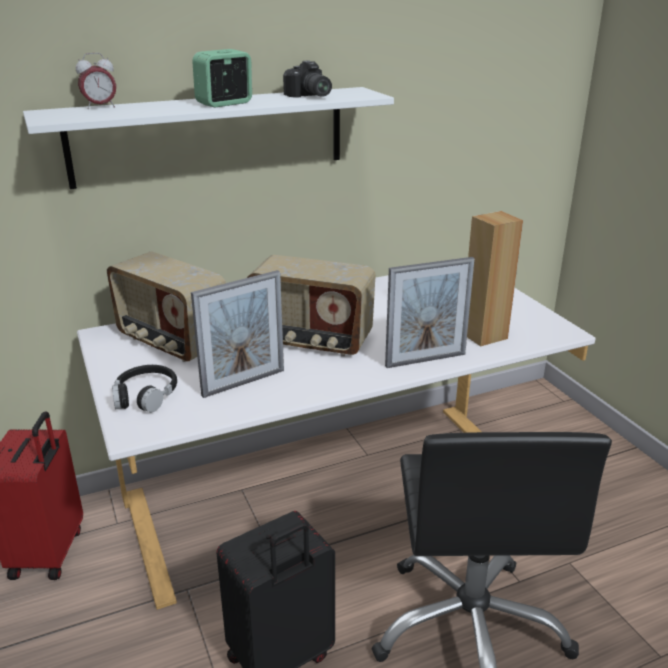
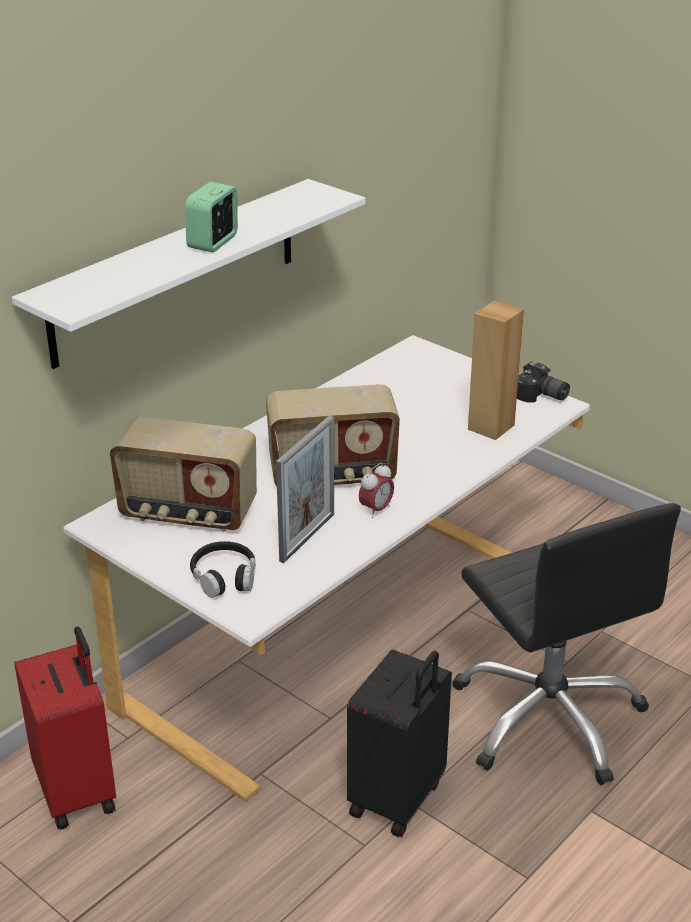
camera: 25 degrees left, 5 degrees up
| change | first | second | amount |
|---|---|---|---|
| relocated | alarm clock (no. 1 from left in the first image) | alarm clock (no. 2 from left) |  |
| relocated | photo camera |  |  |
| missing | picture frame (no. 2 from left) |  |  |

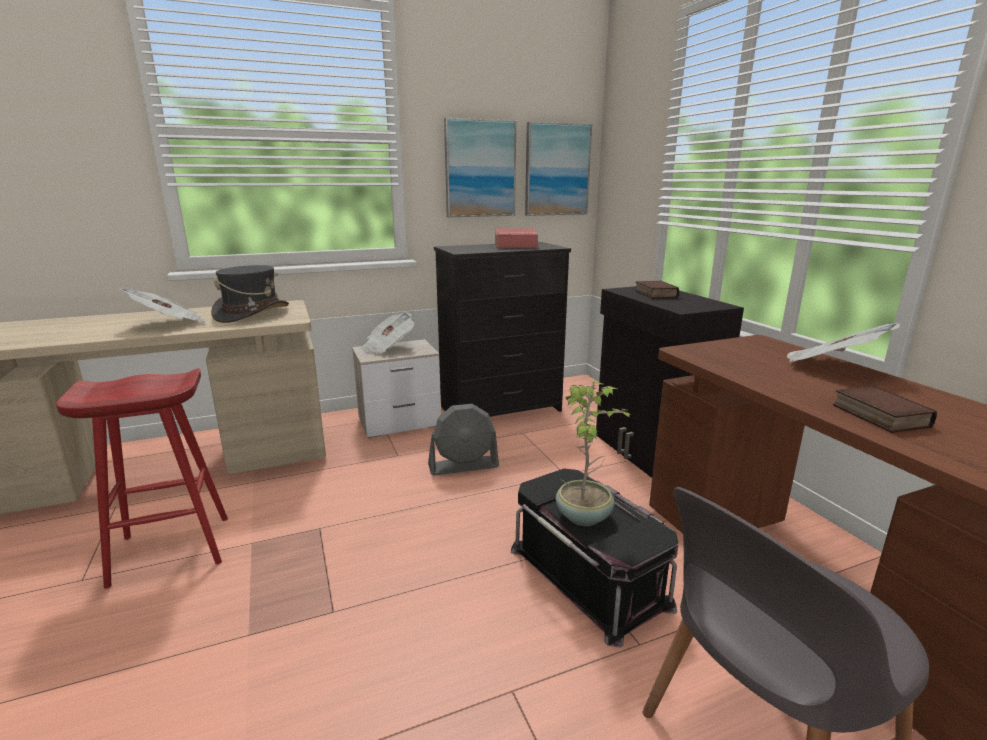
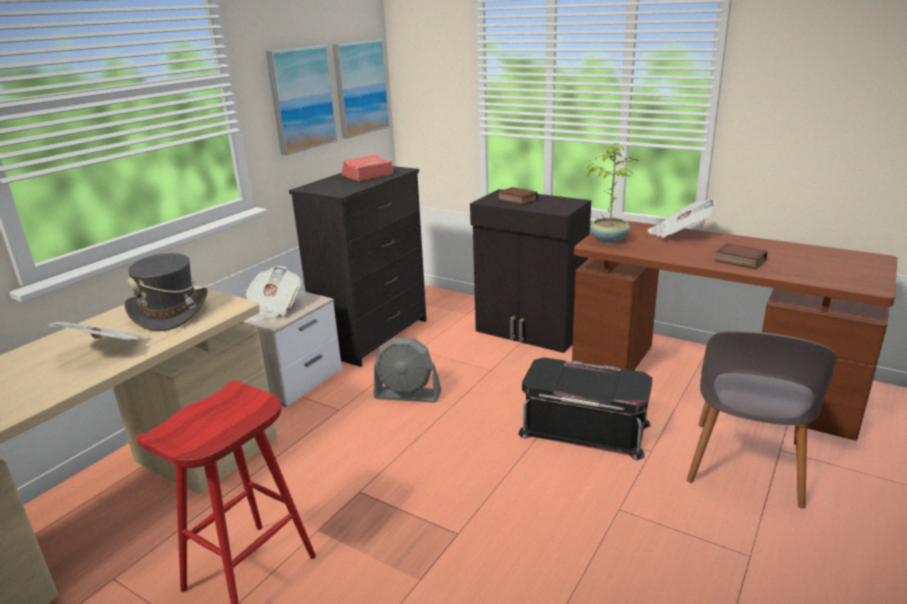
camera: 35 degrees left, 5 degrees up
| change | first | second | amount |
|---|---|---|---|
| spun | grey fan |  | 60 degrees clockwise |
| relocated | potted plant |  |  |

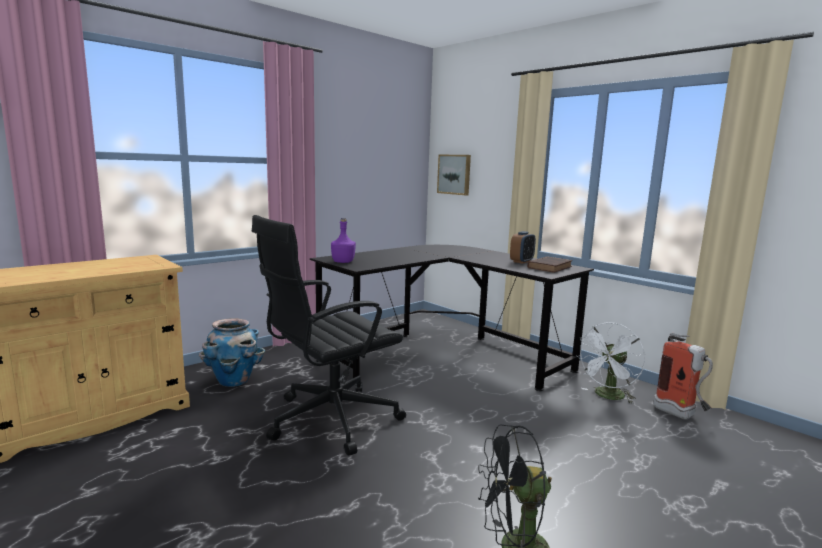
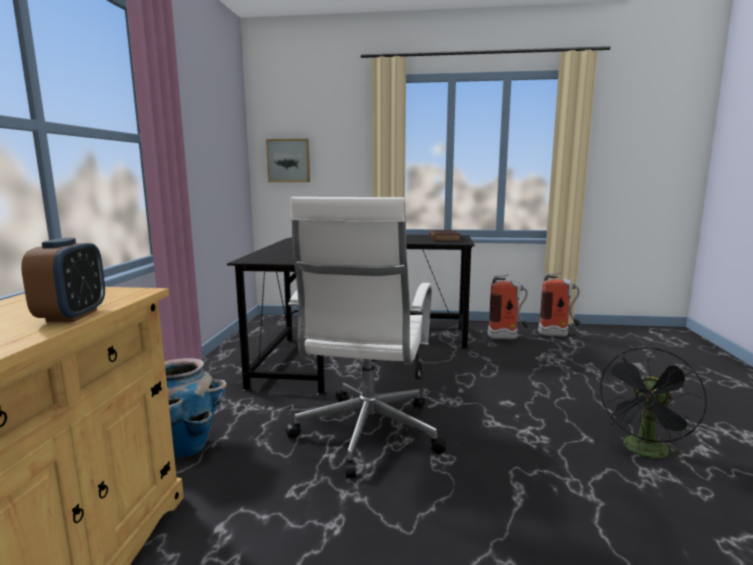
camera: 40 degrees left, 0 degrees up
| change | first | second | amount |
|---|---|---|---|
| relocated | alarm clock |  |  |
| colour | black office chair | white office chair |  |
| exchanged | white fan | fire extinguisher (no. 1 from left) |  |
| missing | purple bottle |  |  |

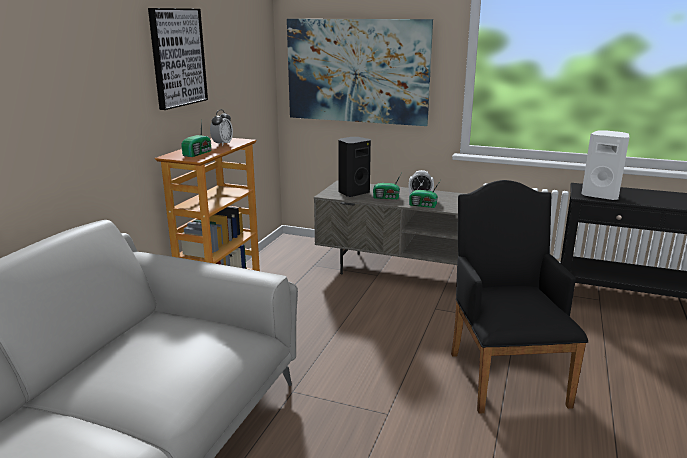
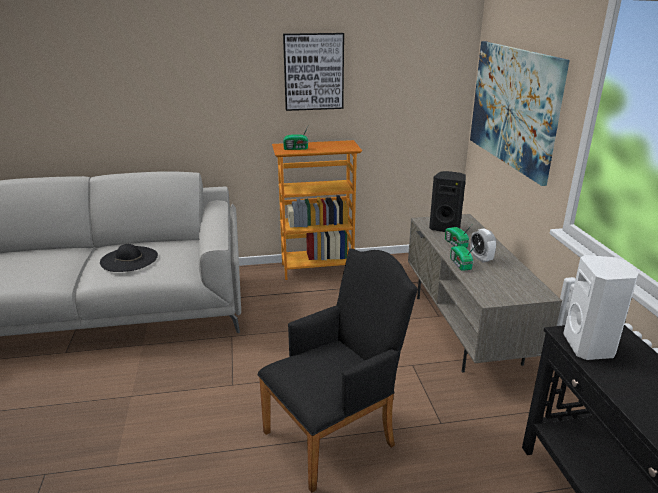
camera: 60 degrees right, 5 degrees up
| change | first | second | amount |
|---|---|---|---|
| appeared |  | black hat |  |
| missing | alarm clock (no. 1 from left) |  |  |

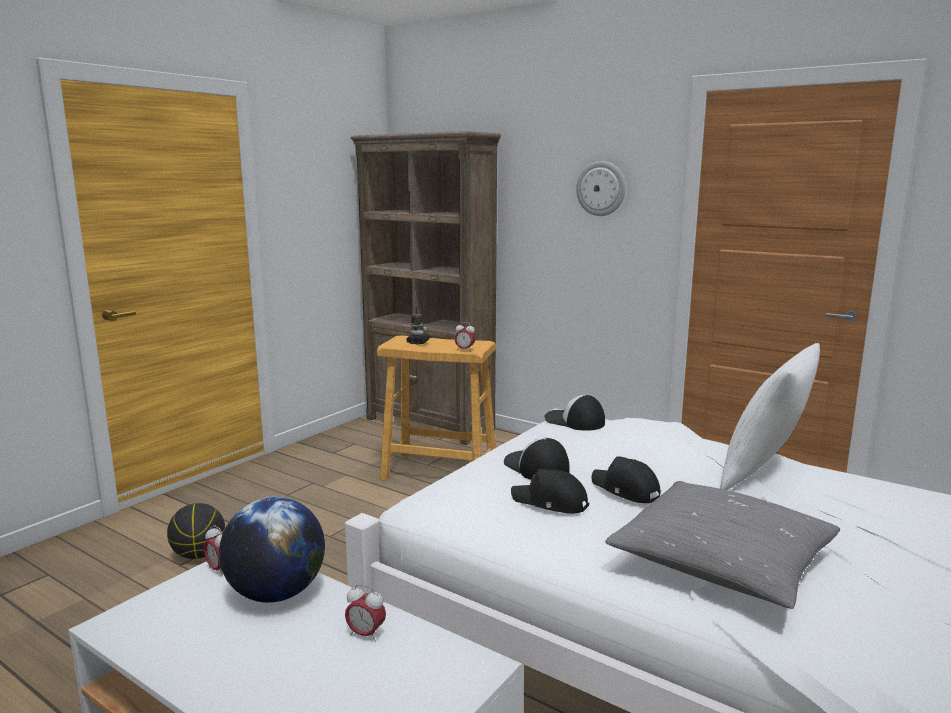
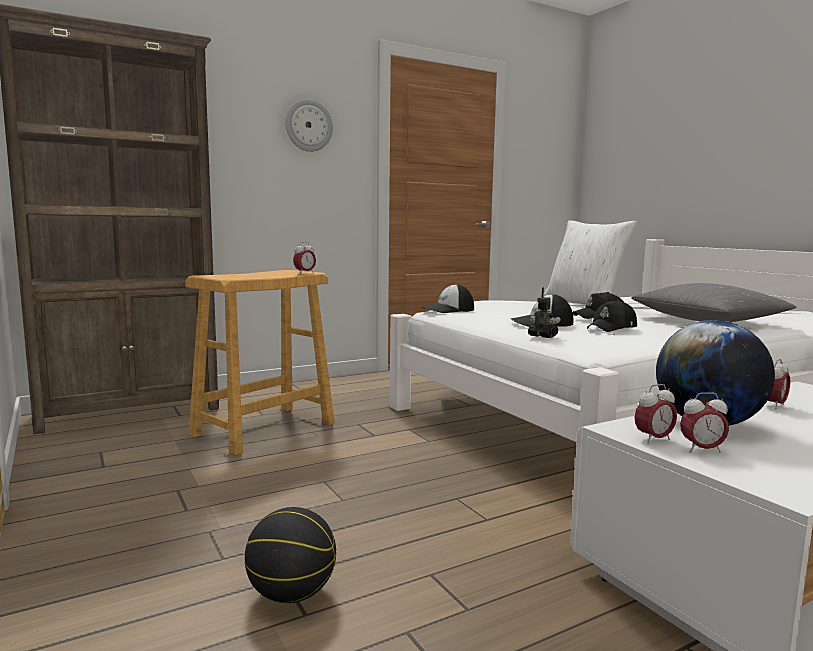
camera: 65 degrees left, 5 degrees down
| change | first | second | amount |
|---|---|---|---|
| relocated | toy robot |  |  |
| appeared |  | alarm clock (no. 3 from left) |  |

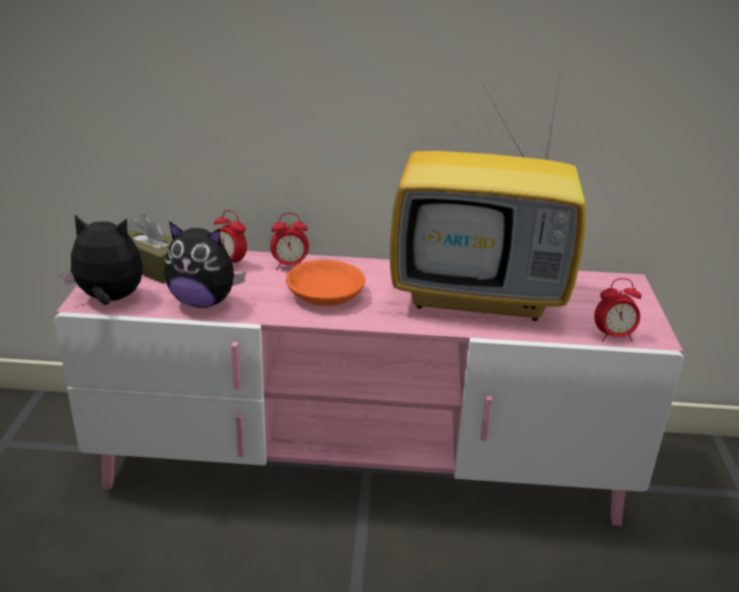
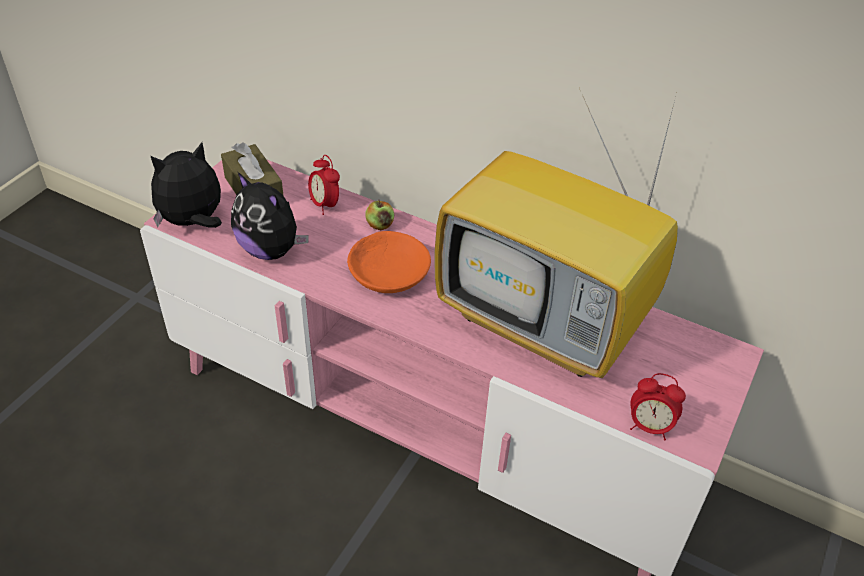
camera: 25 degrees right, 15 degrees up
| change | first | second | amount |
|---|---|---|---|
| spun | plush toy (no. 1 from left) |  | 60 degrees counterclockwise |
| exchanged | alarm clock (no. 2 from left) | apple |  |

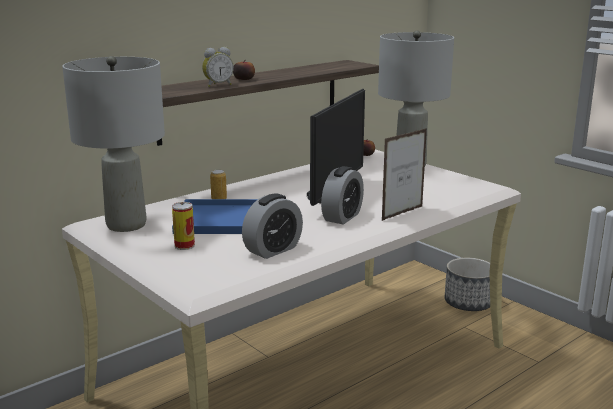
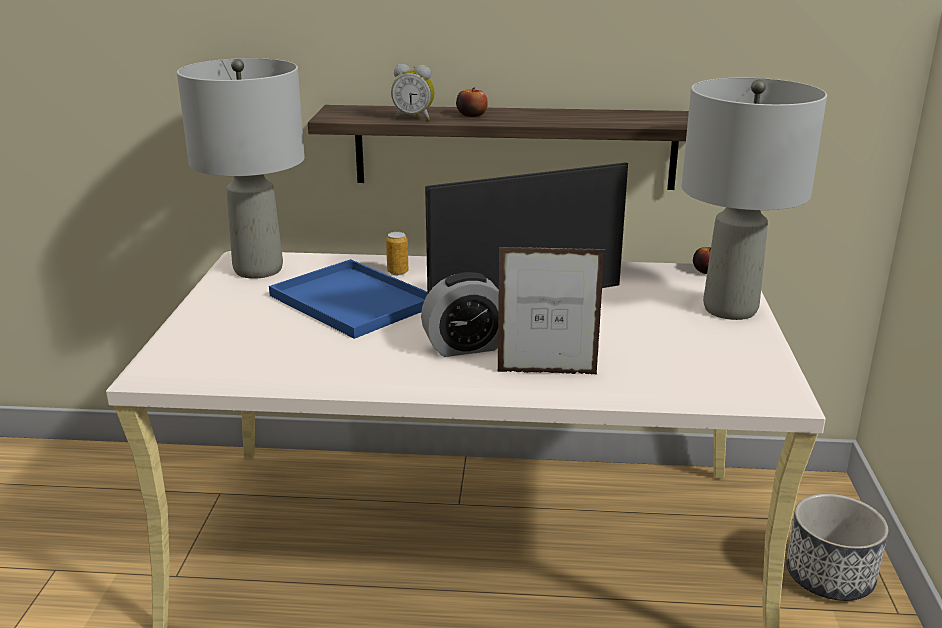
camera: 45 degrees right, 5 degrees up
| change | first | second | amount |
|---|---|---|---|
| missing | can (no. 1 from left) |  |  |
| missing | alarm clock (no. 2 from left) |  |  |

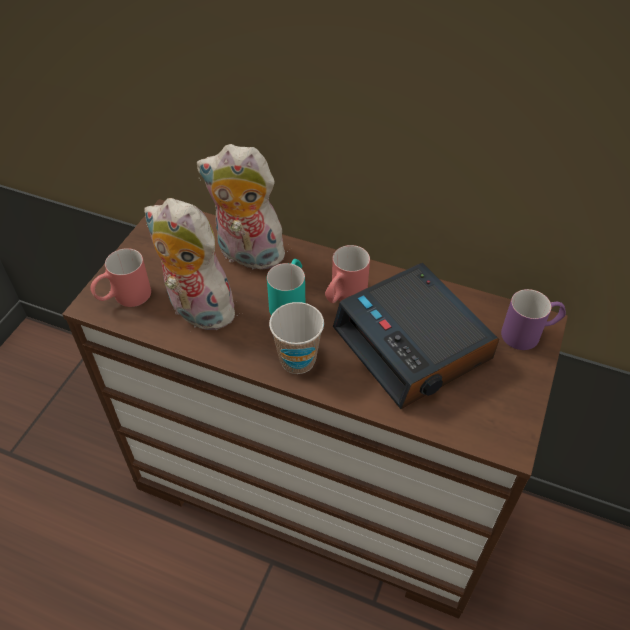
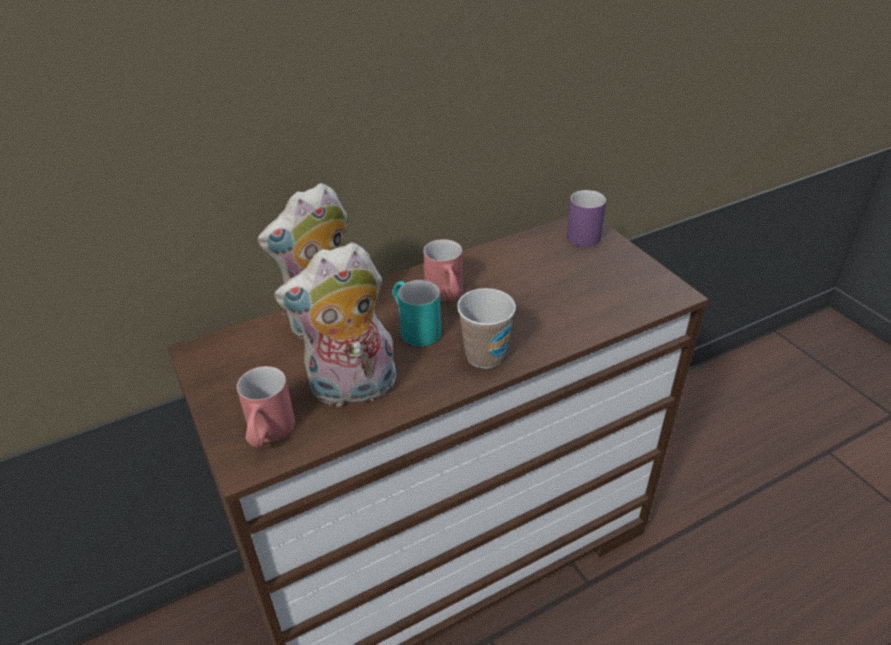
camera: 50 degrees left, 10 degrees down
| change | first | second | amount |
|---|---|---|---|
| missing | alarm clock |  |  |

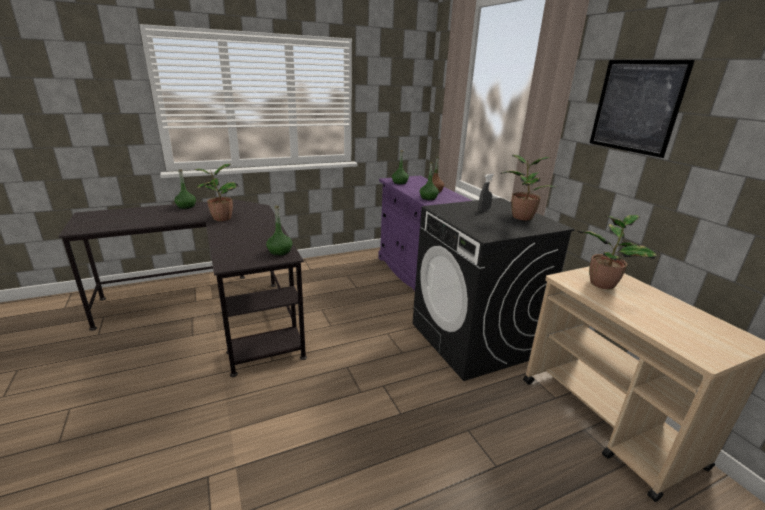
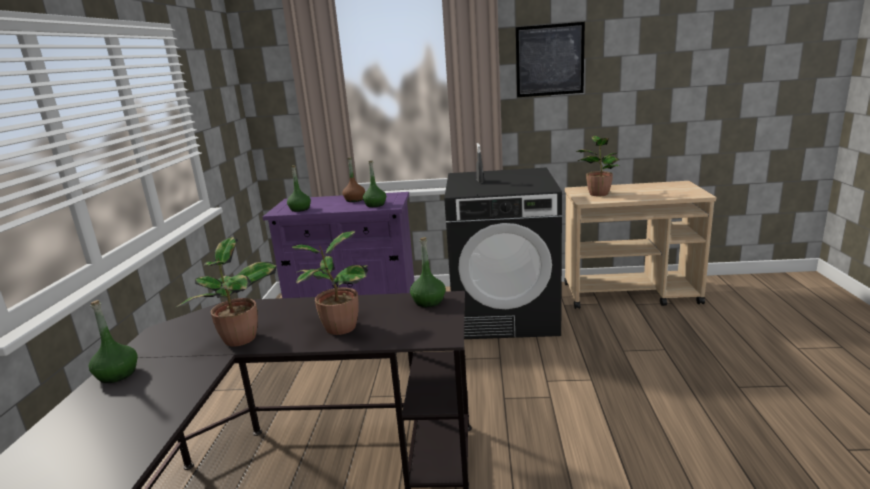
camera: 60 degrees left, 5 degrees down
| change | first | second | amount |
|---|---|---|---|
| relocated | potted plant (no. 2 from left) |  |  |

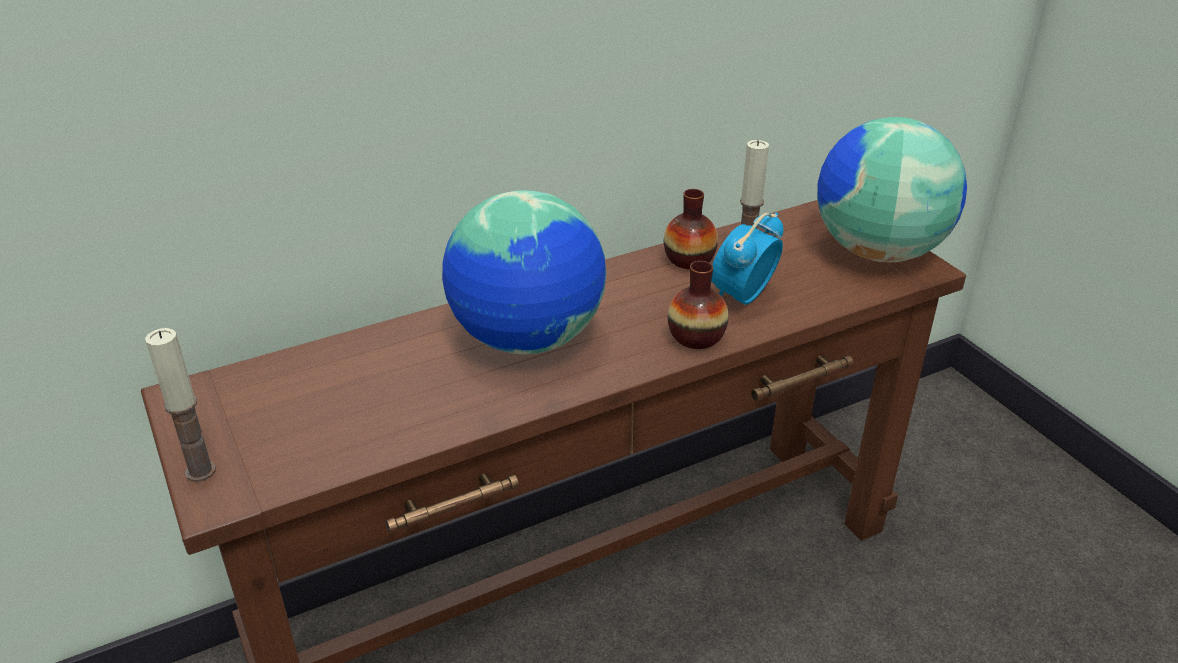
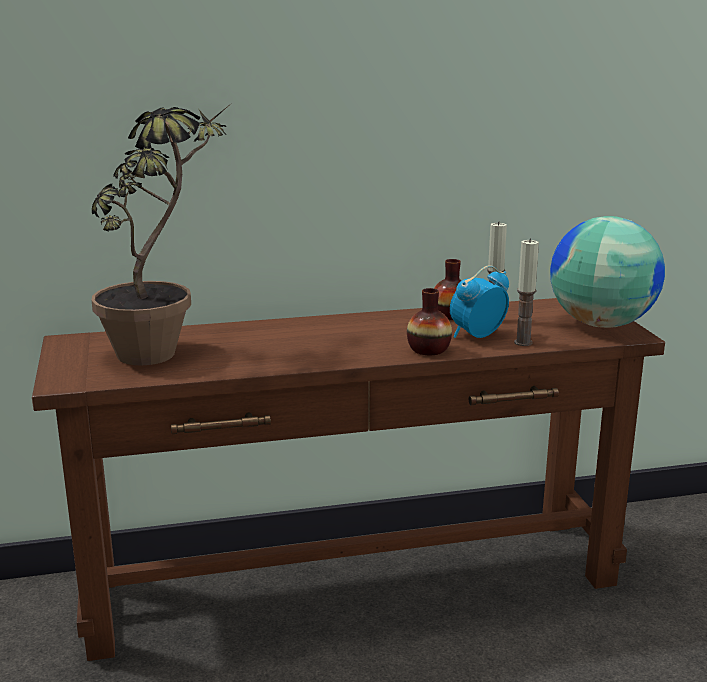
camera: 15 degrees right, 15 degrees down
| change | first | second | amount |
|---|---|---|---|
| appeared |  | potted plant |  |
| relocated | candle (no. 1 from left in the first image) | candle (no. 2 from left) |  |
| missing | globe (no. 1 from left) |  |  |

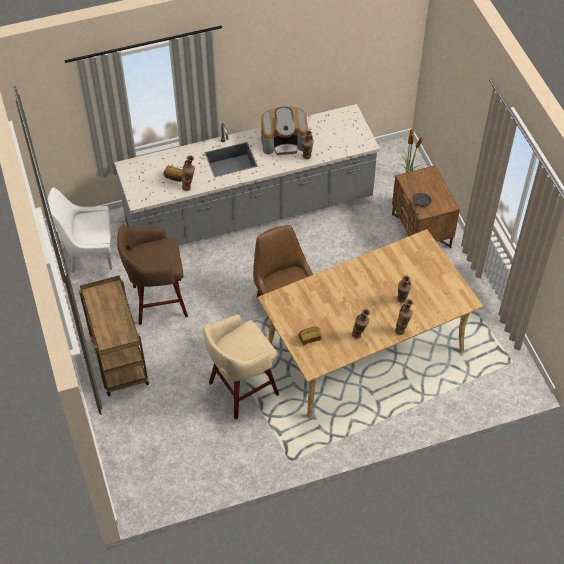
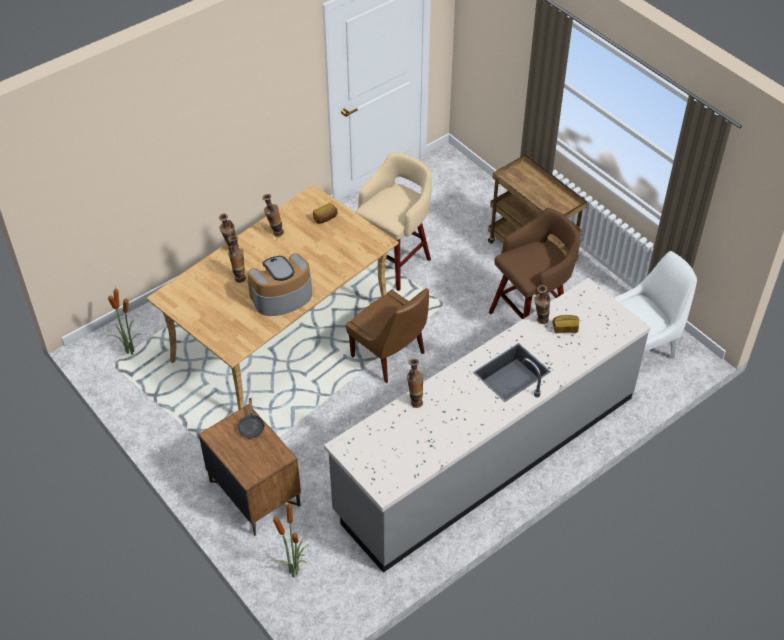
camera: 160 degrees right, 5 degrees down
| change | first | second | amount |
|---|---|---|---|
| appeared |  | potted plant (no. 1 from left) |  |
| relocated | coffee machine |  |  |

